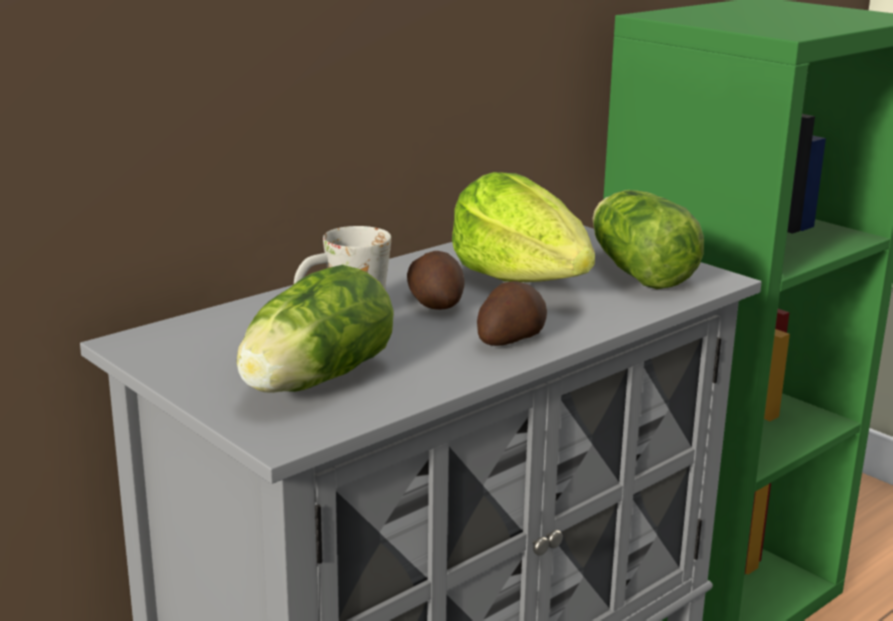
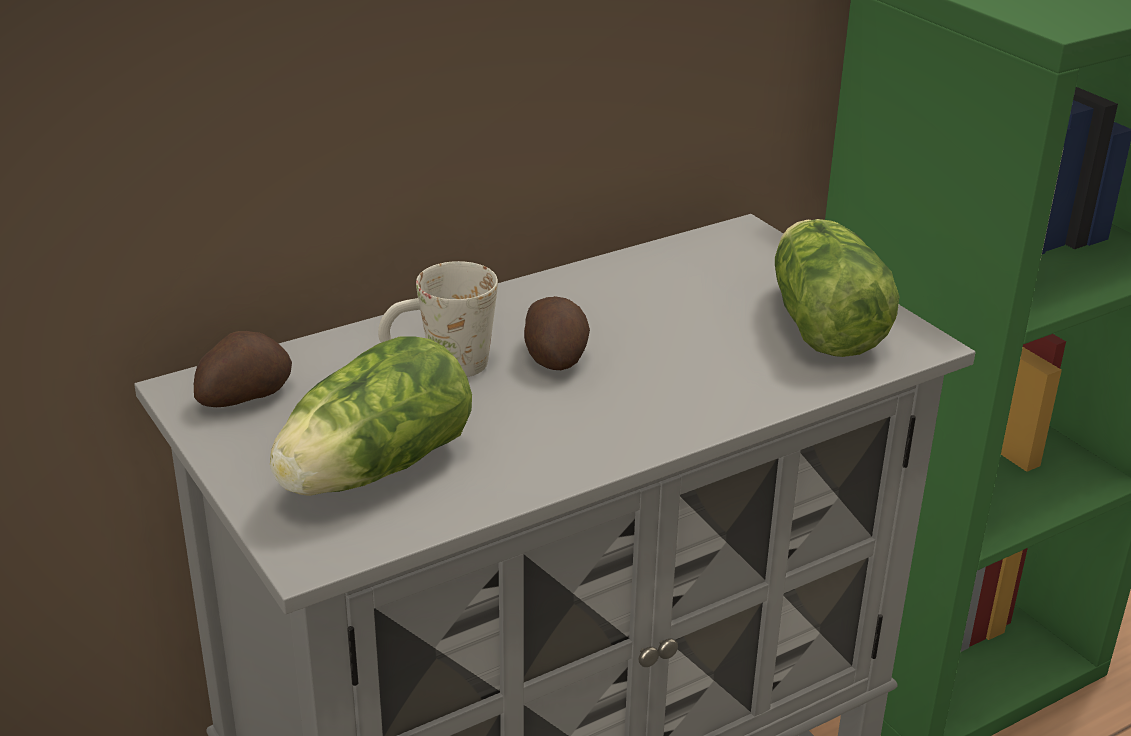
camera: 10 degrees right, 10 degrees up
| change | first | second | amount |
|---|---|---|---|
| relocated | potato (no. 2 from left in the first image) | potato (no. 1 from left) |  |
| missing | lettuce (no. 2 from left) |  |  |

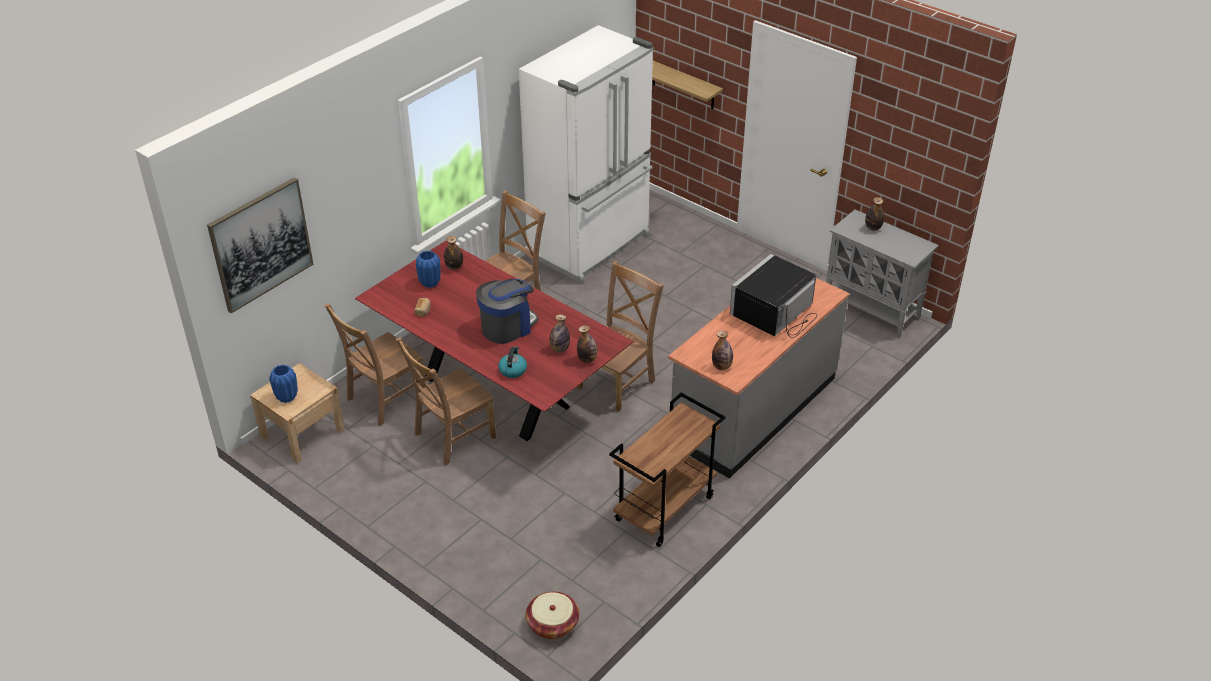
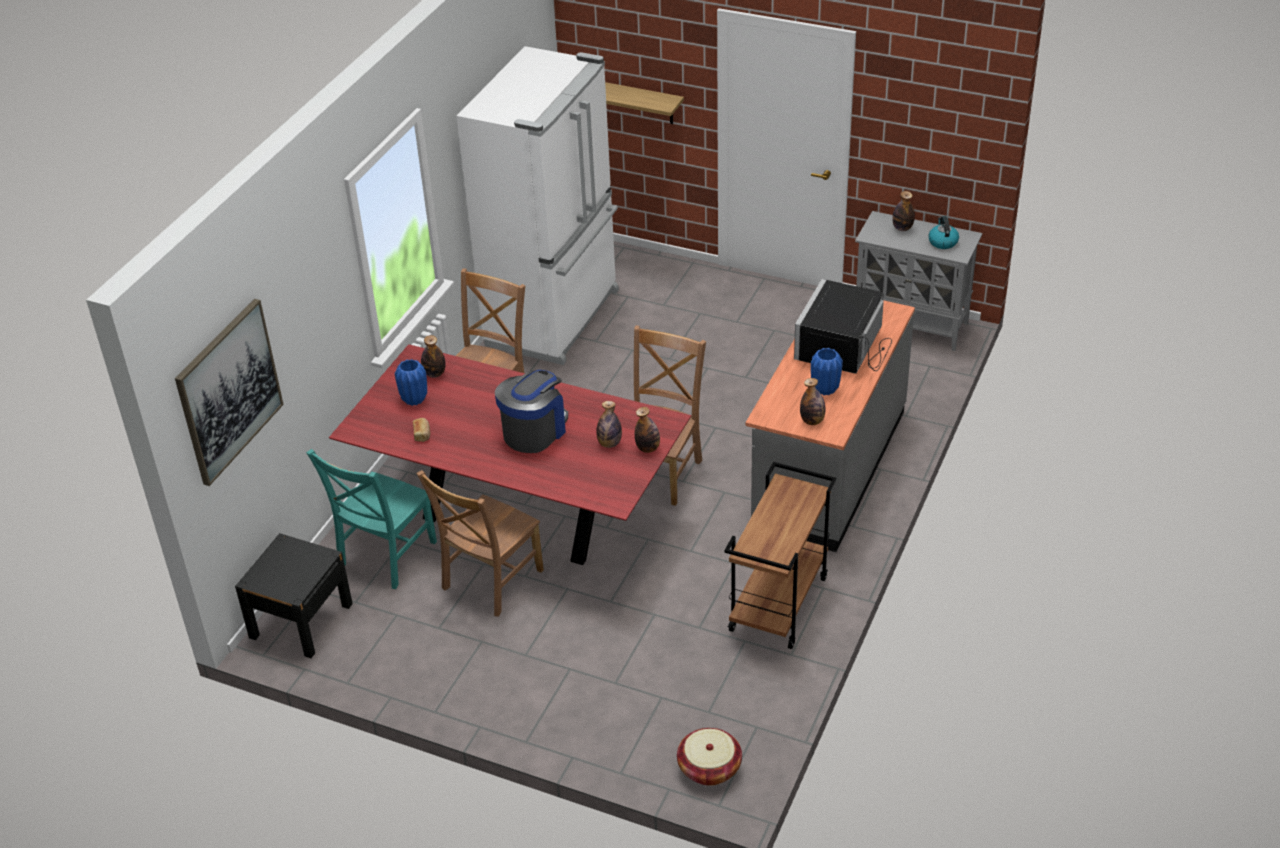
camera: 15 degrees left, 0 degrees up
| change | first | second | amount |
|---|---|---|---|
| colour | beige nightstand | black nightstand |  |
| colour | brown chair (no. 1 from left) | turquoise chair |  |
| relocated | blue vase (no. 1 from left in the first image) | blue vase (no. 2 from left) |  |
| relocated | kettle |  |  |

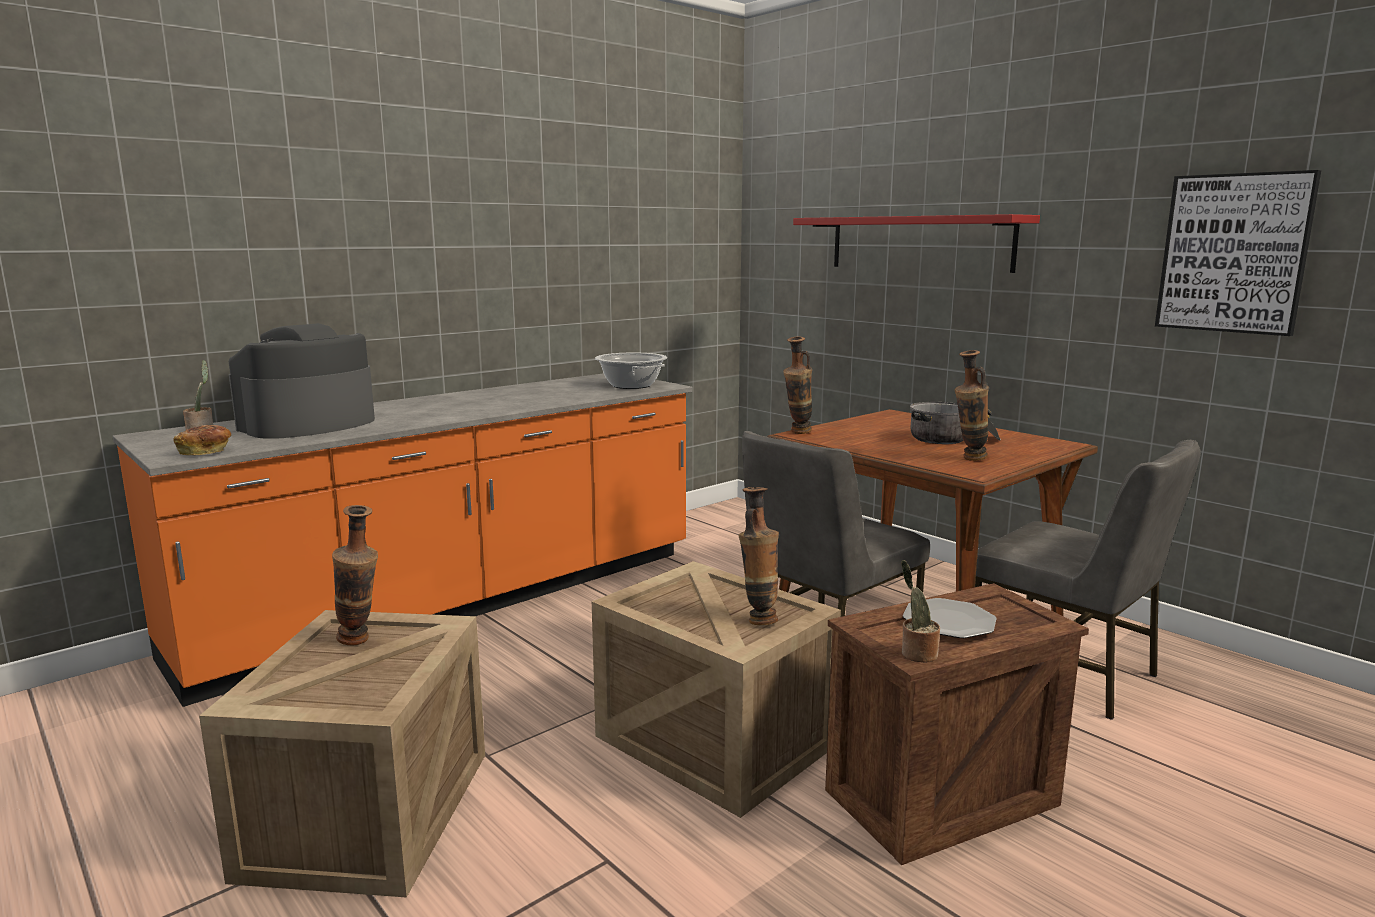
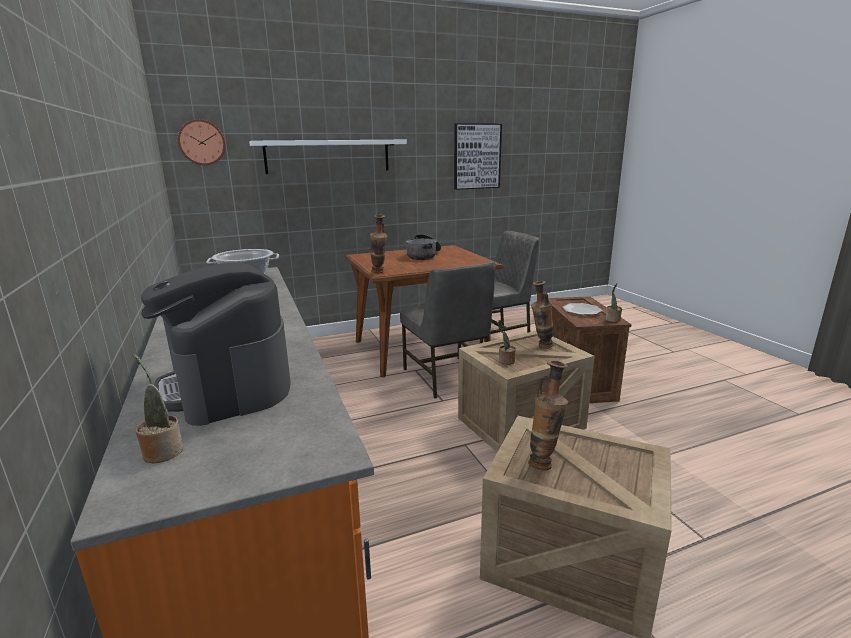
camera: 70 degrees left, 5 degrees up
| change | first | second | amount |
|---|---|---|---|
| appeared |  | wall clock |  |
| colour | red shelf | white shelf |  |
| appeared |  | potted plant (no. 2 from left) |  |
| missing | bread |  |  |
| missing | vase (no. 4 from left) |  |  |

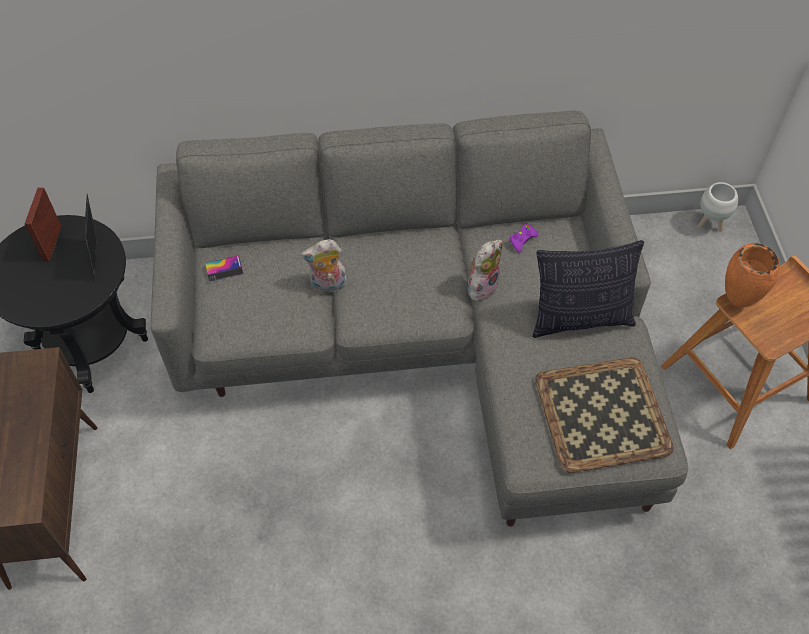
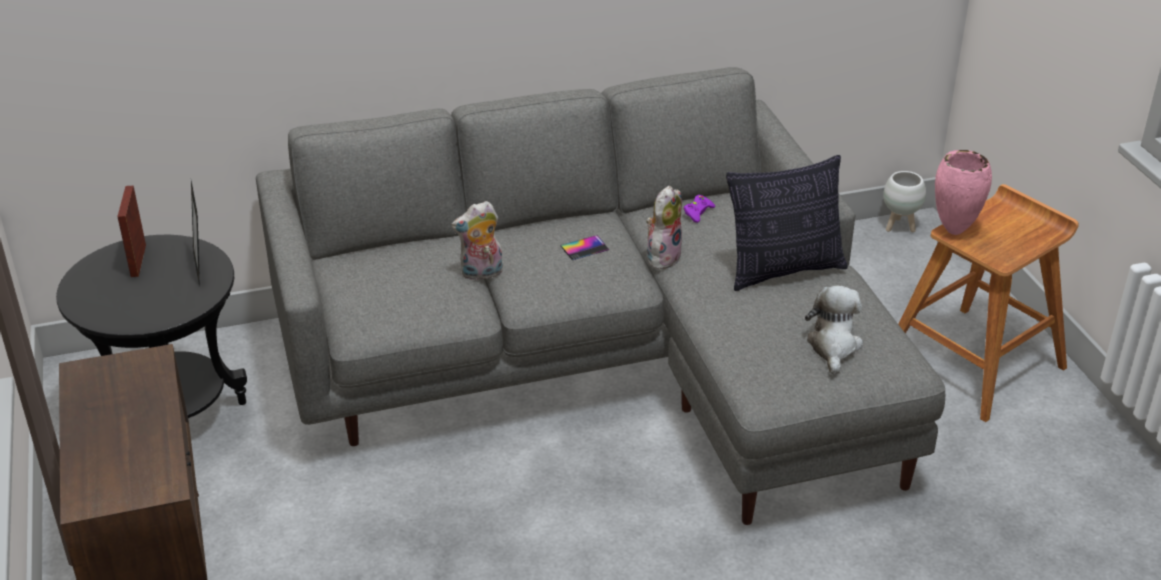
camera: 10 degrees left, 20 degrees down
| change | first | second | amount |
|---|---|---|---|
| relocated | phone |  |  |
| exchanged | tray | plush toy (no. 3 from left) |  |
| colour | orange vase | pink vase |  |

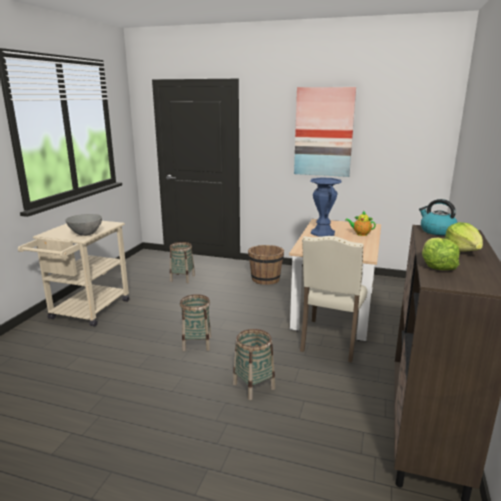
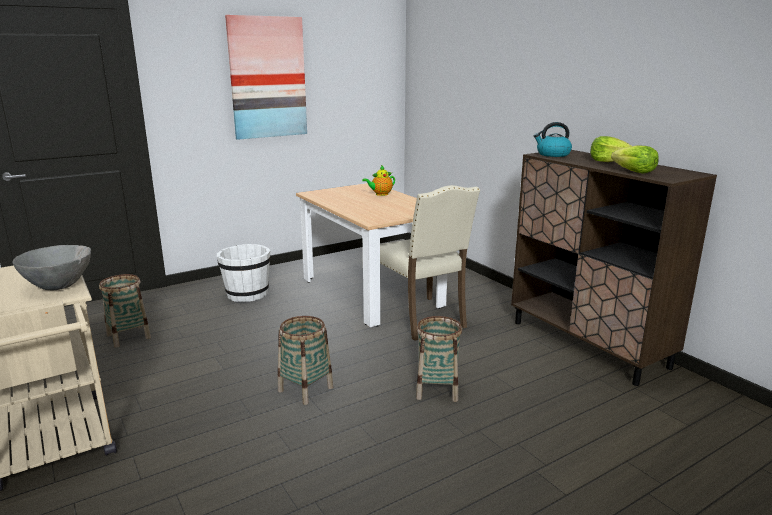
camera: 50 degrees left, 0 degrees up
| change | first | second | amount |
|---|---|---|---|
| colour | brown bucket | white bucket |  |
| missing | blue vase |  |  |

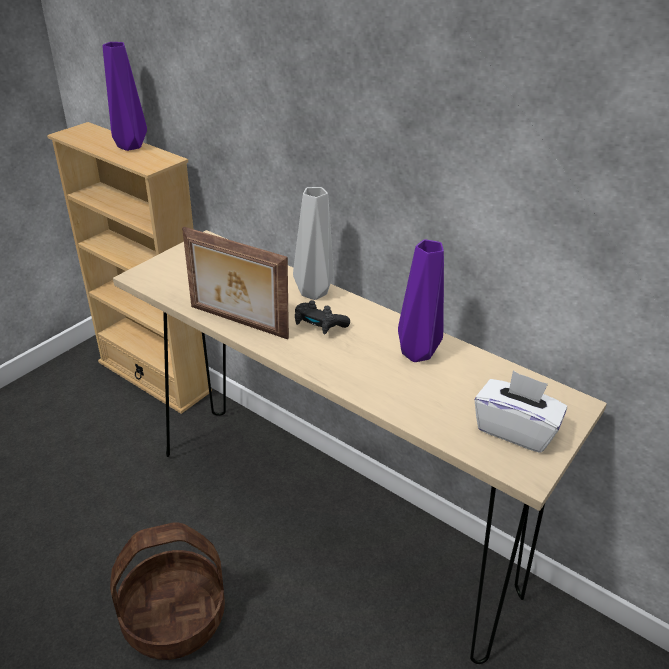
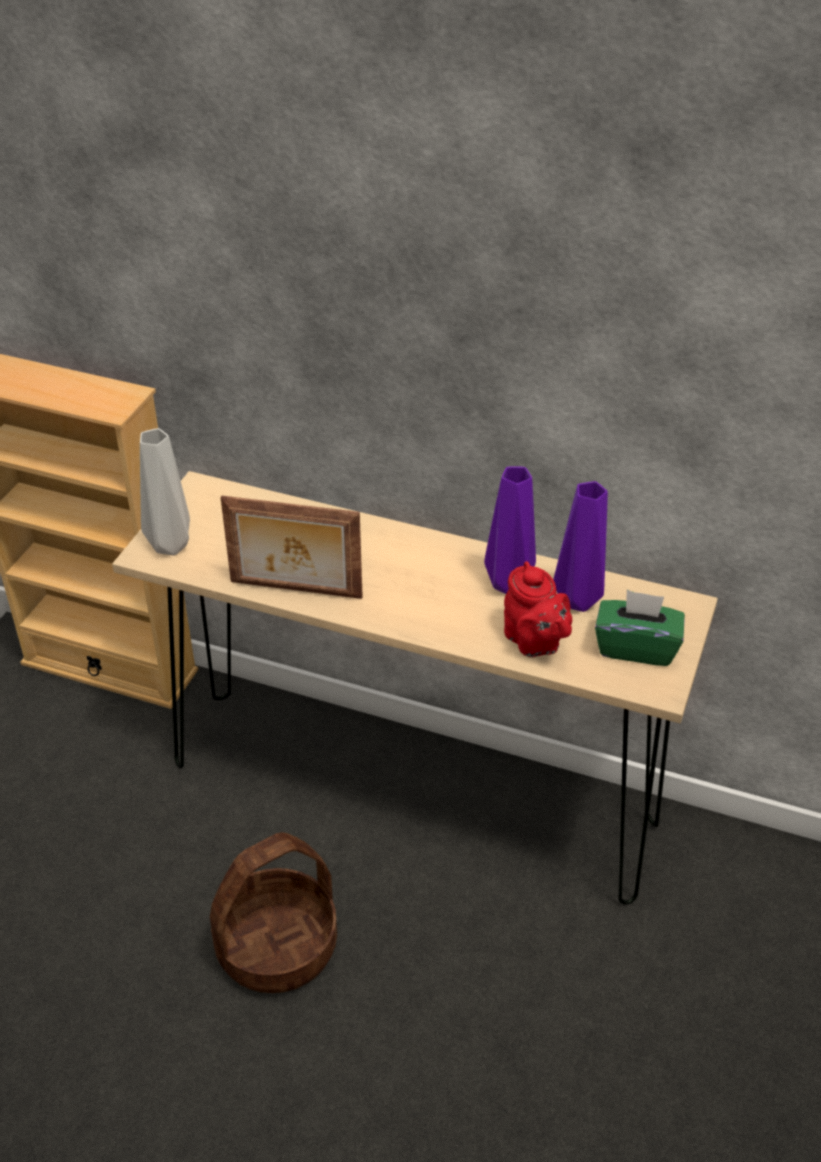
camera: 15 degrees left, 5 degrees up
| change | first | second | amount |
|---|---|---|---|
| relocated | grey vase |  |  |
| appeared |  | red teapot |  |
| relocated | purple vase (no. 1 from left in the first image) | purple vase (no. 2 from left) |  |
| colour | white tissue box | green tissue box |  |
| missing | black game controller |  |  |

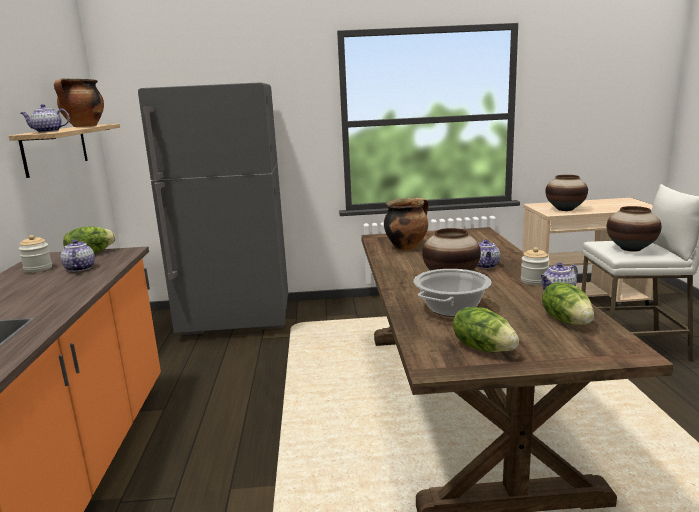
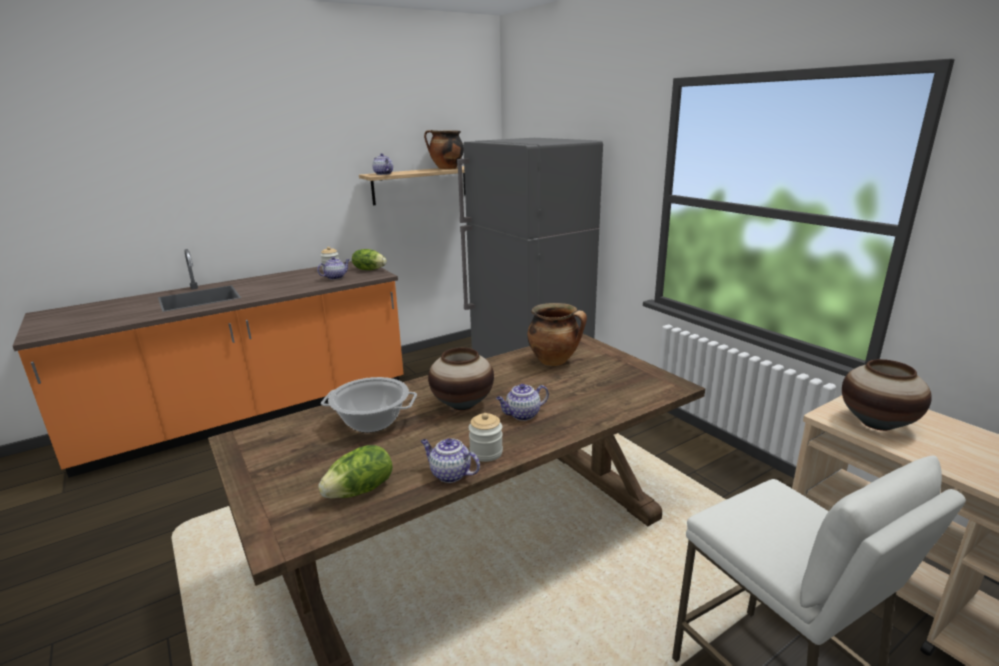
camera: 60 degrees right, 5 degrees up
| change | first | second | amount |
|---|---|---|---|
| missing | lettuce (no. 2 from left) |  |  |
| missing | vase (no. 3 from left) |  |  |

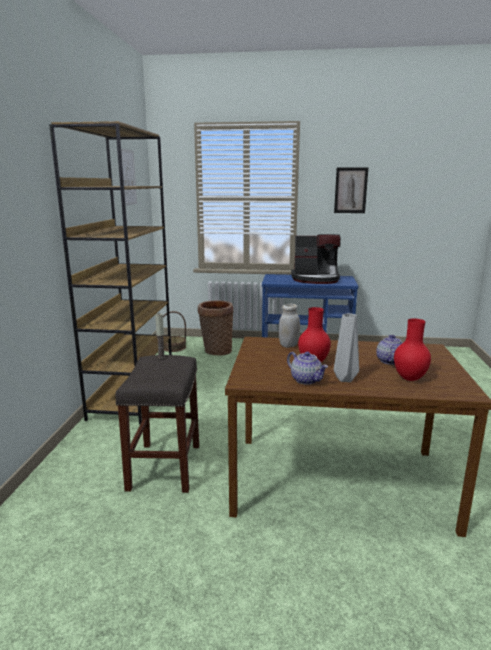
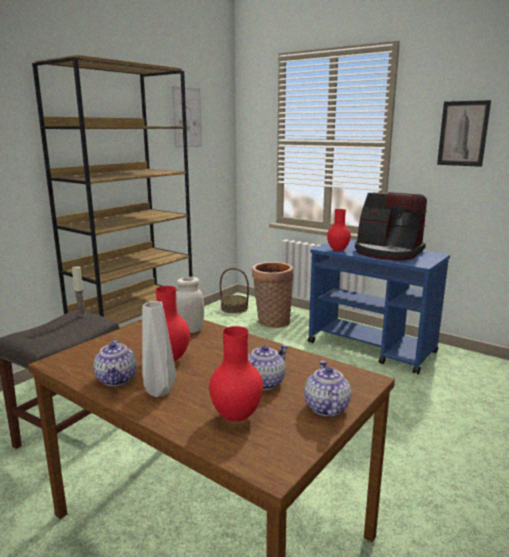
camera: 30 degrees right, 0 degrees up
| change | first | second | amount |
|---|---|---|---|
| appeared |  | teapot (no. 3 from left) |  |
| appeared |  | red vase (no. 3 from left) |  |

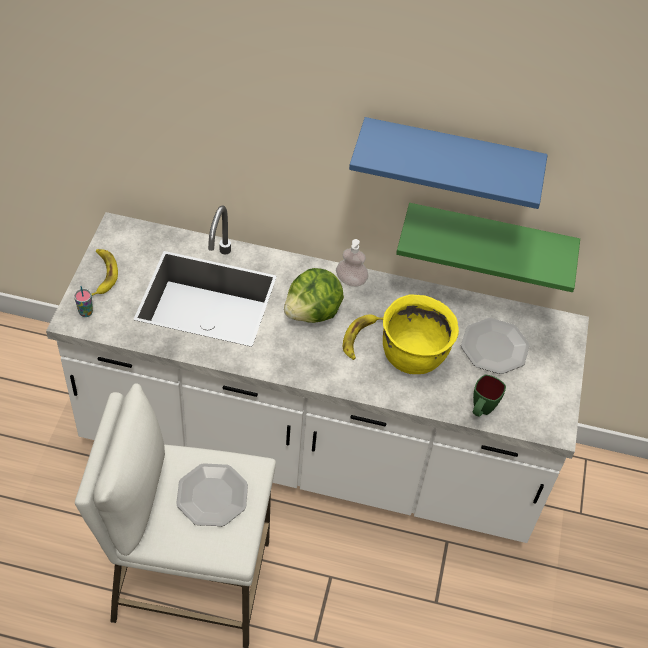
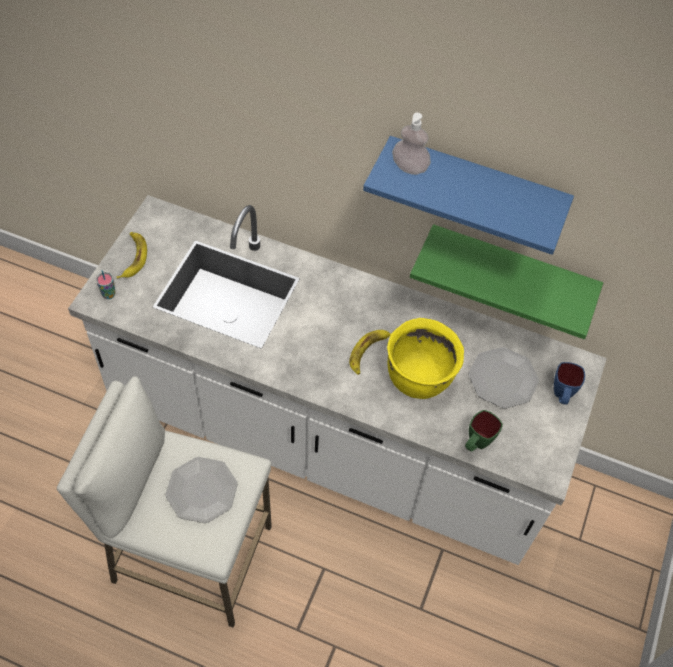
camera: 10 degrees right, 5 degrees up
| change | first | second | amount |
|---|---|---|---|
| relocated | soap dispenser |  |  |
| appeared |  | blue mug |  |
| missing | lettuce |  |  |

